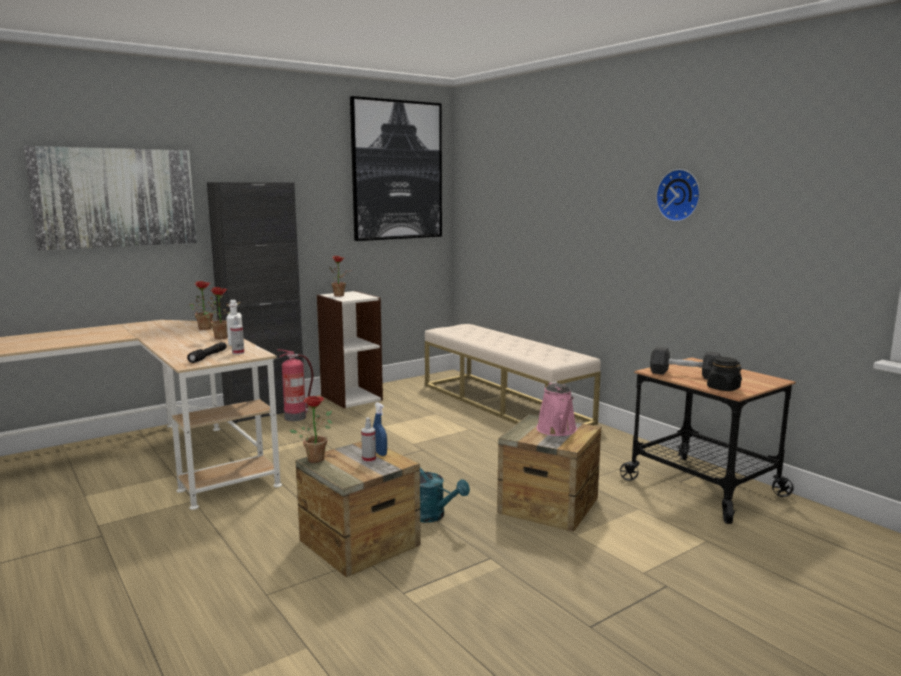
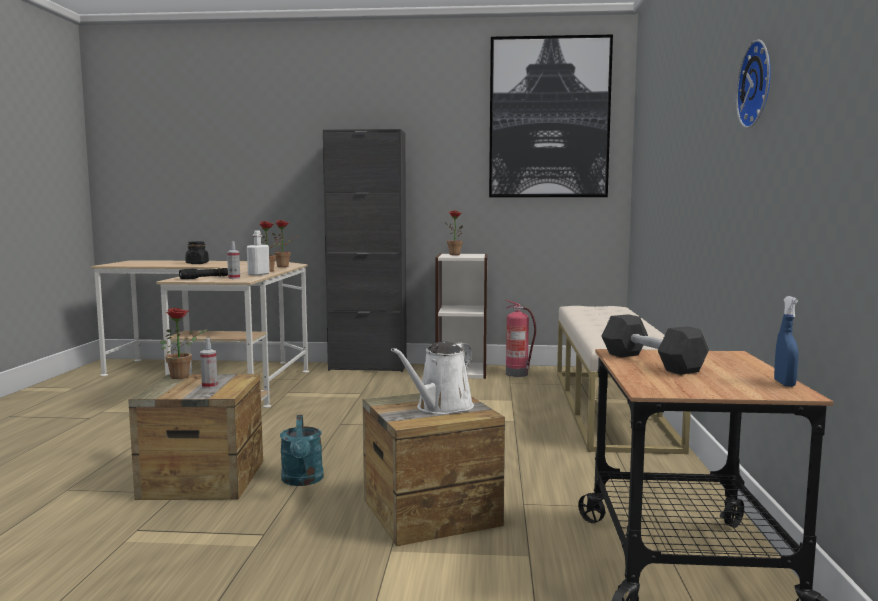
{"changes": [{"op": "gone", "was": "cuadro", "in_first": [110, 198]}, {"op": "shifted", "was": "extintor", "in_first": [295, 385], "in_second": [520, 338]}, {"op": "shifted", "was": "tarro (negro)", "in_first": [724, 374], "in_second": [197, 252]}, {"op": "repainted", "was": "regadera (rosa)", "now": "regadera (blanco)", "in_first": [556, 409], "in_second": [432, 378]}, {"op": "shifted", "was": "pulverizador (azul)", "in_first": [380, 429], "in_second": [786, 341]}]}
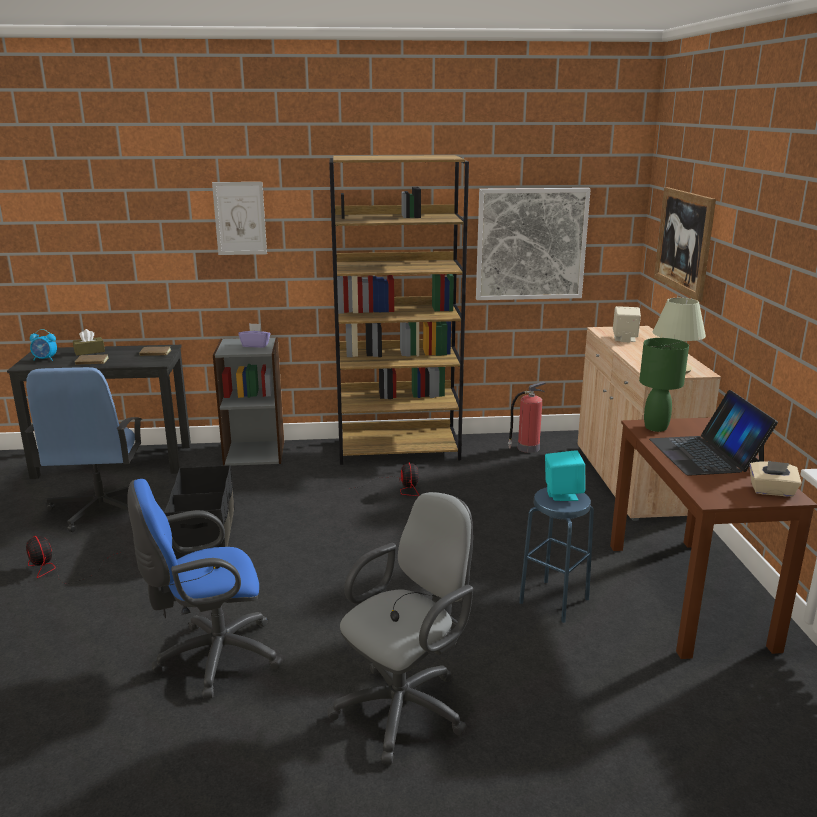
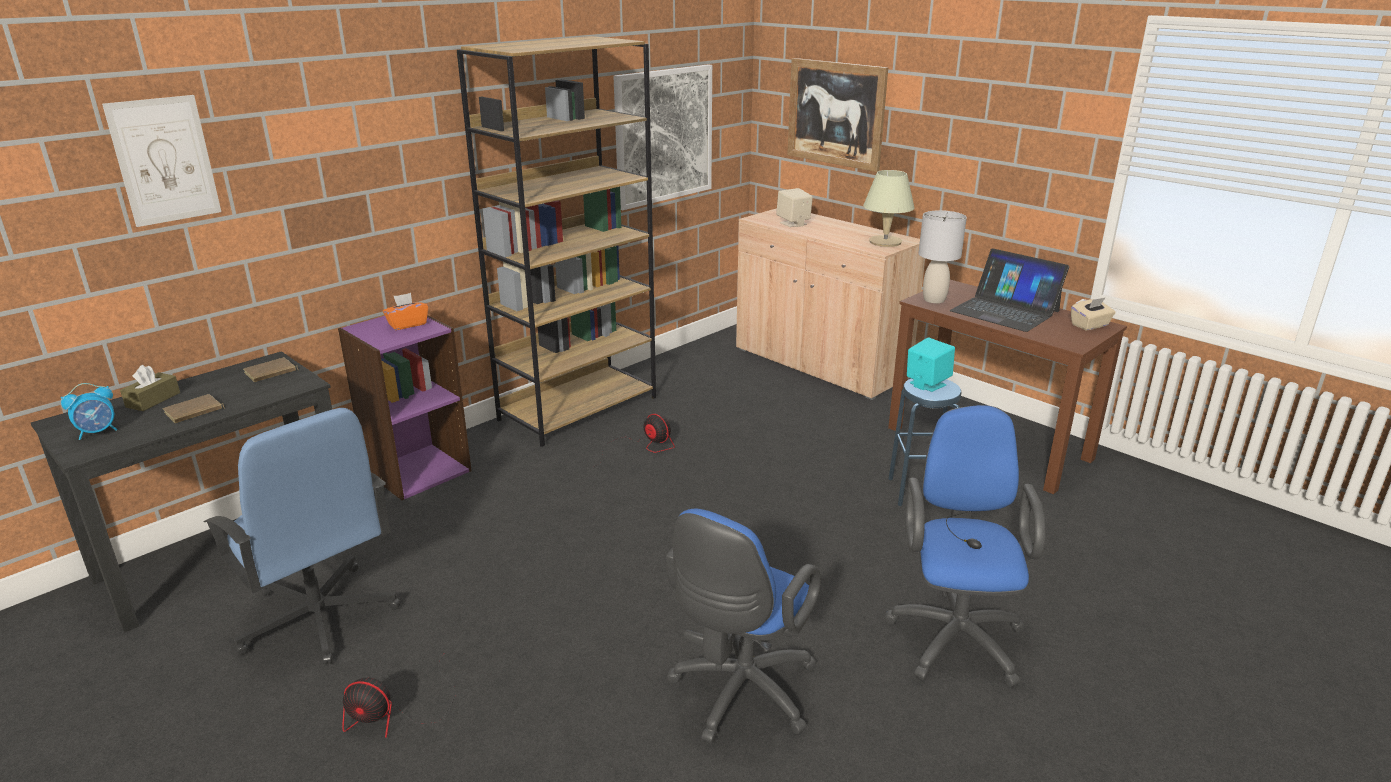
{"changes": [{"op": "shifted", "was": "cuadro", "in_first": [239, 218], "in_second": [161, 161]}, {"op": "repainted", "was": "caja de pañuelos (morado)", "now": "caja de pañuelos (naranja)", "in_first": [254, 335], "in_second": [405, 311]}, {"op": "repainted", "was": "estantería (gris)", "now": "estantería (morado)", "in_first": [248, 401], "in_second": [405, 407]}, {"op": "repainted", "was": "lámpara de mesa (verde)", "now": "lámpara de mesa (gris)", "in_first": [664, 385], "in_second": [943, 256]}, {"op": "gone", "was": "extintor", "in_first": [527, 417]}, {"op": "gone", "was": "caja de almacenaje (negro)", "in_first": [199, 512]}, {"op": "repainted", "was": "silla de oficina (gris)", "now": "silla de oficina (azul)", "in_first": [400, 628], "in_second": [965, 546]}]}
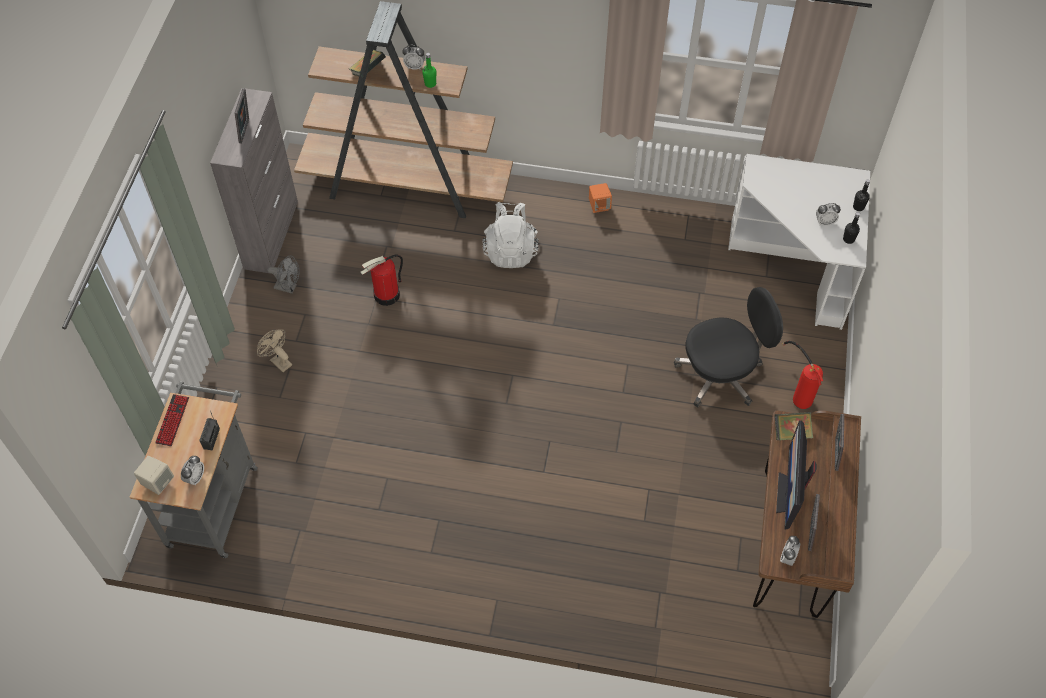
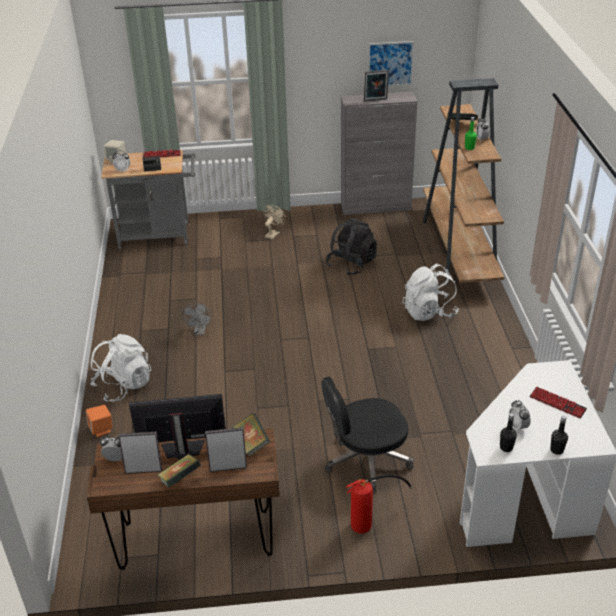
{"changes": [{"op": "shifted", "was": "altavoz (naranja)", "in_first": [600, 198], "in_second": [99, 421]}, {"op": "swapped", "was": "extintor", "now": "mochila (negro)", "in_first": [381, 280], "in_second": [351, 246]}, {"op": "shifted", "was": "ventilador (gris)", "in_first": [283, 275], "in_second": [197, 318]}, {"op": "rotated", "was": "silla de oficina (negro)", "in_first": [728, 347], "in_second": [367, 435], "clockwise": 105}, {"op": "new", "now": "cuadro", "in_second": [391, 63]}, {"op": "new", "now": "mochila (blanco)", "in_second": [121, 368]}, {"op": "new", "now": "teclado", "in_second": [558, 403]}, {"op": "new", "now": "libro", "in_second": [179, 471]}]}
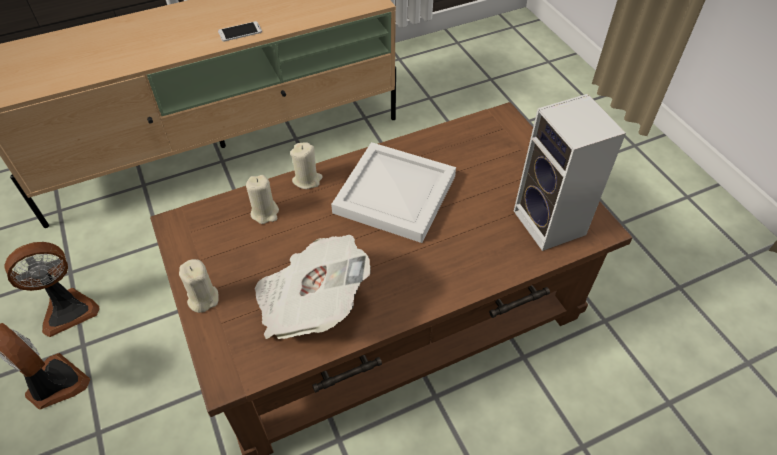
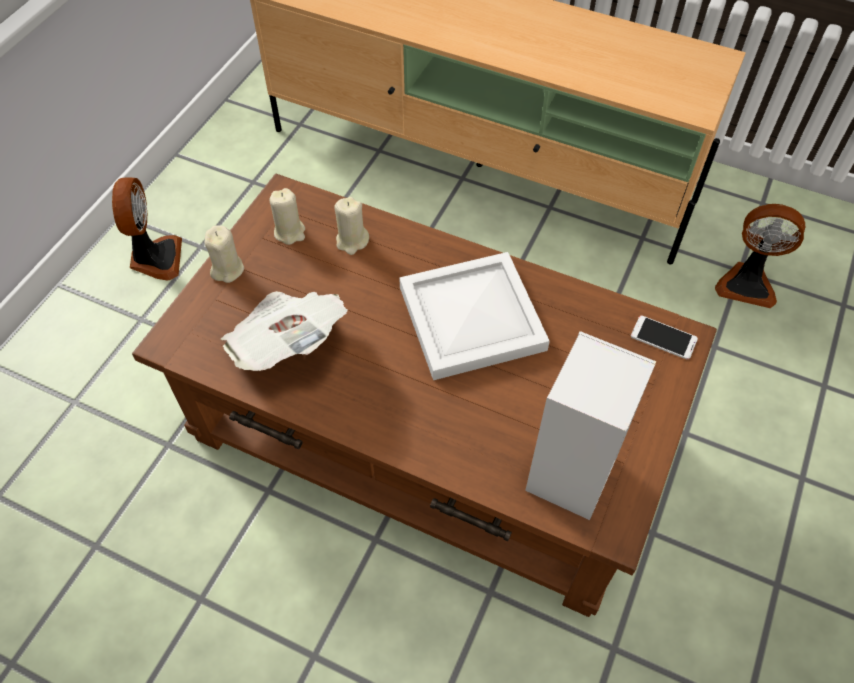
{"changes": [{"op": "shifted", "was": "móvil", "in_first": [240, 31], "in_second": [664, 338]}, {"op": "shifted", "was": "vela (beis)", "in_first": [306, 165], "in_second": [287, 216]}, {"op": "shifted", "was": "ventilador", "in_first": [52, 289], "in_second": [760, 256]}]}
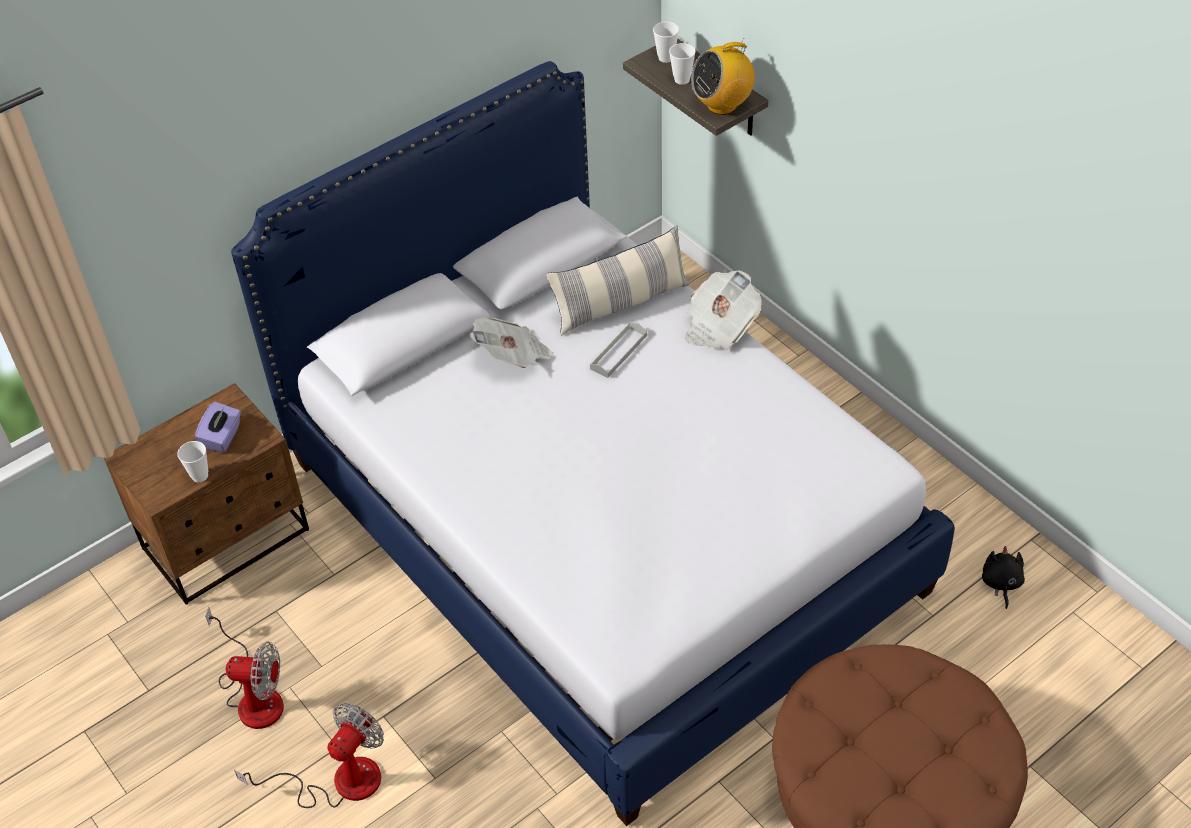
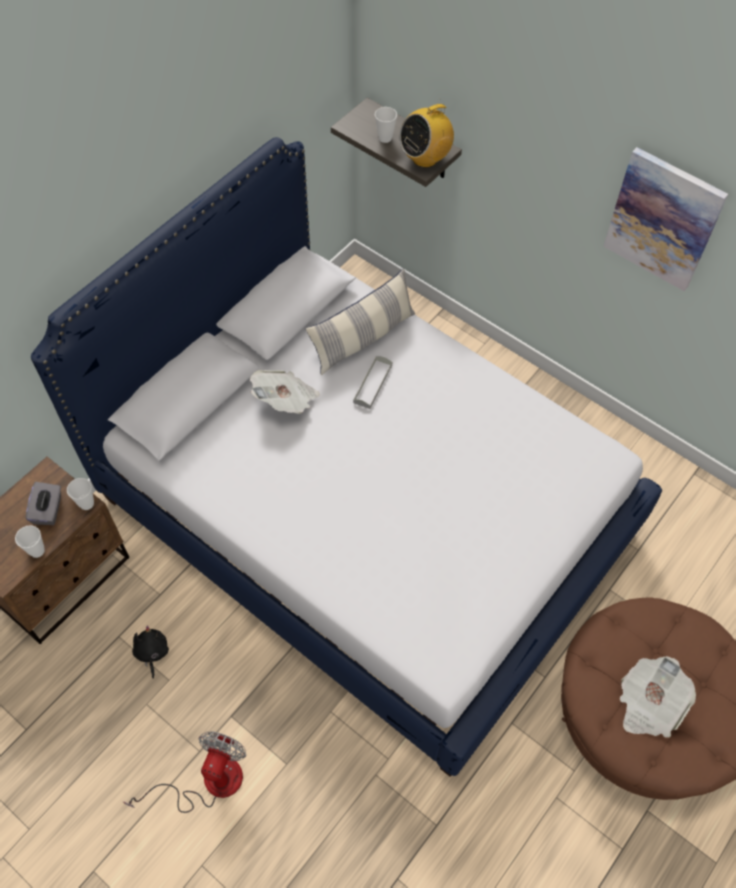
{"changes": [{"op": "shifted", "was": "taza", "in_first": [666, 42], "in_second": [80, 494]}, {"op": "shifted", "was": "periódico", "in_first": [723, 310], "in_second": [658, 697]}, {"op": "repainted", "was": "caja de pañuelos (morado)", "now": "caja de pañuelos (gris)", "in_first": [218, 427], "in_second": [43, 503]}, {"op": "shifted", "was": "peluche (negro)", "in_first": [1003, 577], "in_second": [150, 652]}, {"op": "gone", "was": "ventilador", "in_first": [244, 668]}, {"op": "new", "now": "cuadro", "in_second": [665, 219]}]}
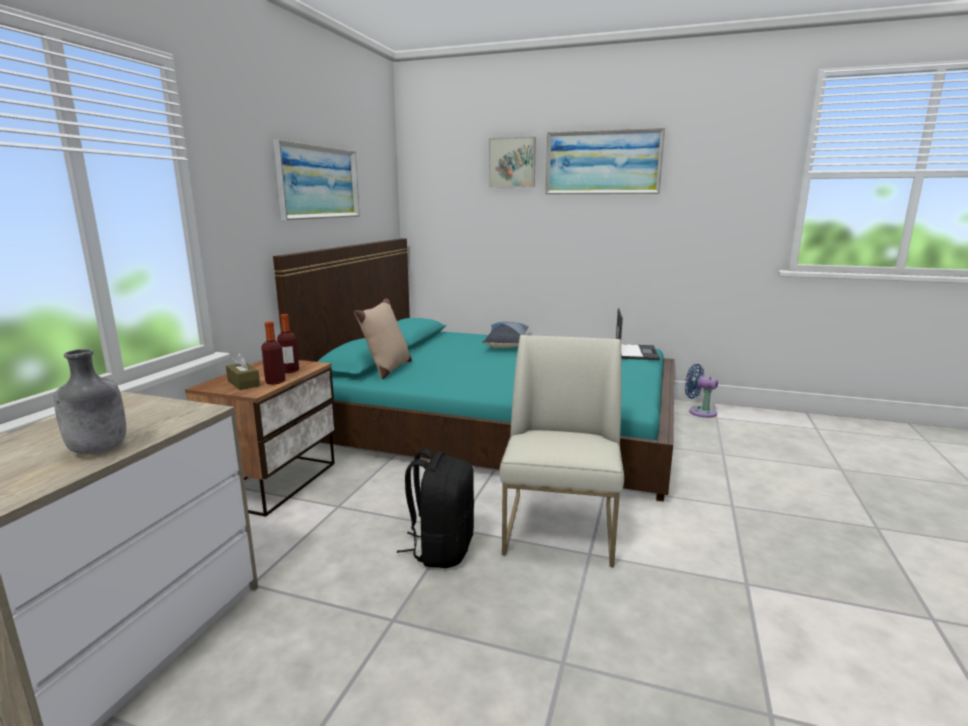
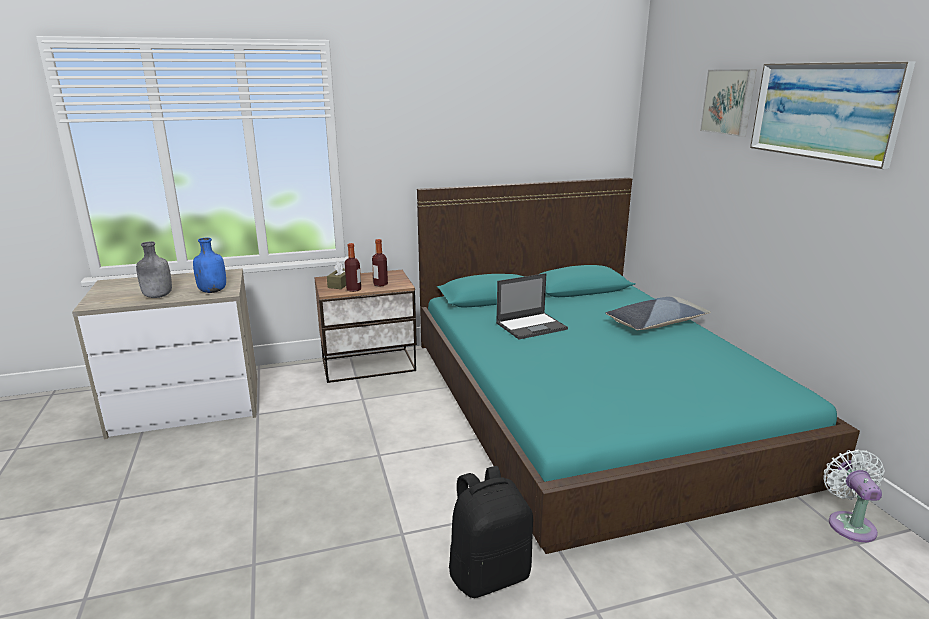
{"changes": [{"op": "gone", "was": "cuadro", "in_first": [316, 180]}, {"op": "gone", "was": "cojín (beis)", "in_first": [383, 338]}, {"op": "shifted", "was": "portátil", "in_first": [638, 334], "in_second": [532, 306]}, {"op": "gone", "was": "silla (blanco)", "in_first": [562, 451]}, {"op": "repainted", "was": "ventilador (azul)", "now": "ventilador (blanco)", "in_first": [701, 391], "in_second": [854, 495]}, {"op": "shifted", "was": "mochila (negro)", "in_first": [435, 508], "in_second": [491, 532]}, {"op": "new", "now": "botella (azul)", "in_second": [209, 265]}]}
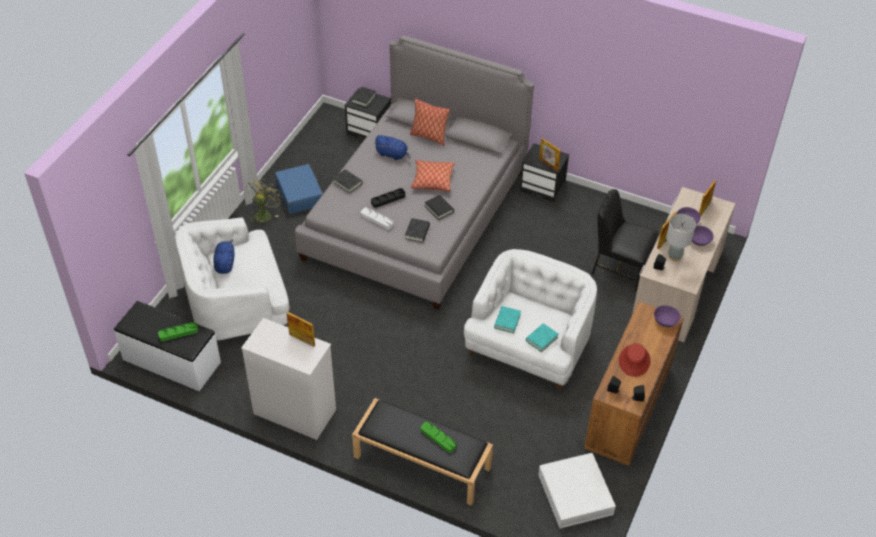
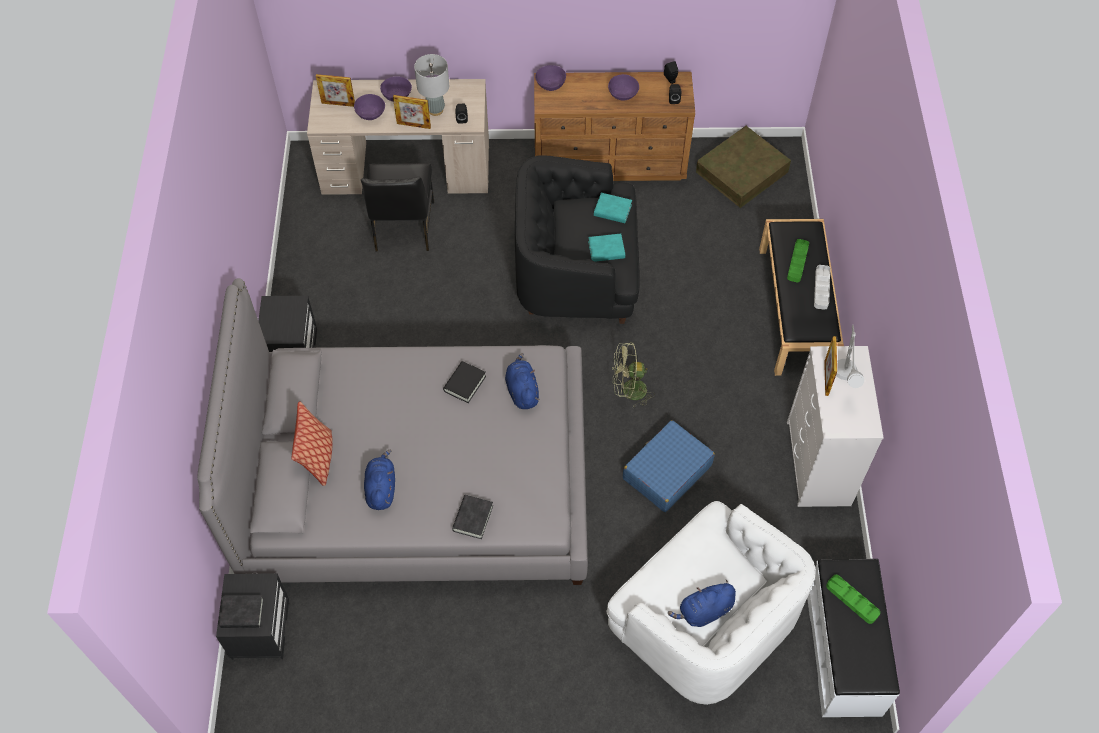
{"changes": [{"op": "gone", "was": "portarretratos", "in_first": [550, 154]}, {"op": "gone", "was": "cojín", "in_first": [433, 175]}, {"op": "shifted", "was": "maleta (azul)", "in_first": [299, 189], "in_second": [669, 466]}, {"op": "shifted", "was": "ventilador (verde)", "in_first": [264, 201], "in_second": [633, 375]}, {"op": "gone", "was": "bandeja (negro)", "in_first": [388, 198]}, {"op": "shifted", "was": "bandeja (blanco)", "in_first": [377, 218], "in_second": [822, 287]}, {"op": "swapped", "was": "libro (negro)", "now": "peluche (azul)", "in_first": [417, 230], "in_second": [522, 381]}, {"op": "repainted", "was": "sillón (blanco)", "now": "sillón (negro)", "in_first": [530, 319], "in_second": [577, 240]}, {"op": "swapped", "was": "sombrero (rojo)", "now": "cuenco (morado)", "in_first": [634, 360], "in_second": [623, 87]}, {"op": "repainted", "was": "caja de almacenaje (blanco)", "now": "caja de almacenaje (marrón)", "in_first": [577, 491], "in_second": [743, 167]}, {"op": "new", "now": "lámpara de mesa (gris)", "in_second": [850, 356]}]}
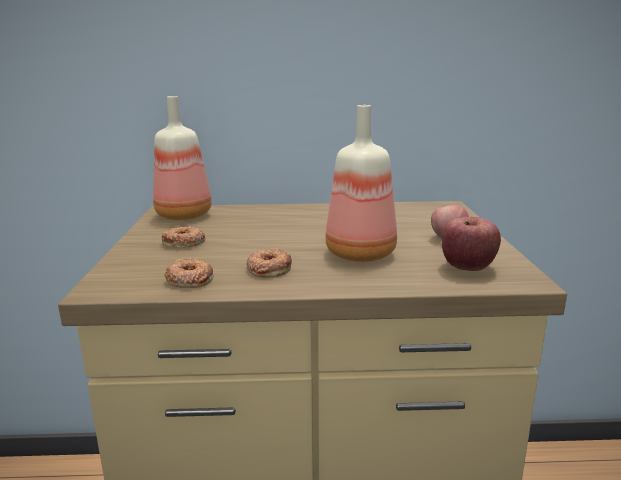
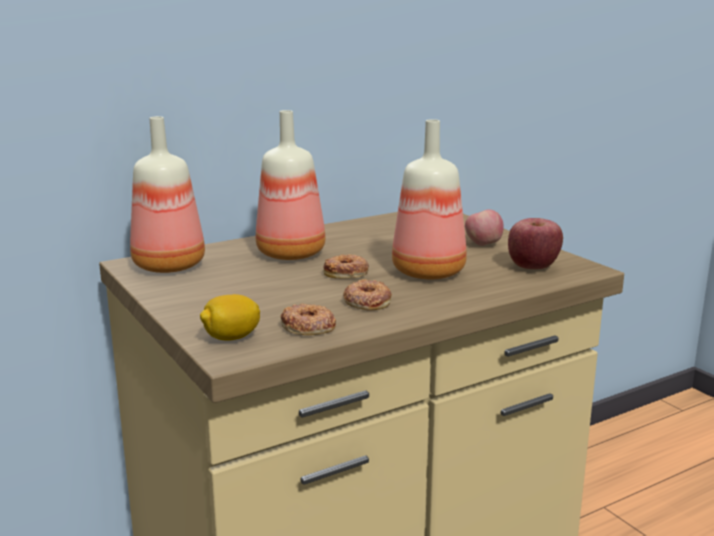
{"changes": [{"op": "shifted", "was": "rosquilla", "in_first": [183, 237], "in_second": [346, 266]}, {"op": "new", "now": "botella", "in_second": [290, 185]}, {"op": "new", "now": "limón", "in_second": [230, 317]}]}
